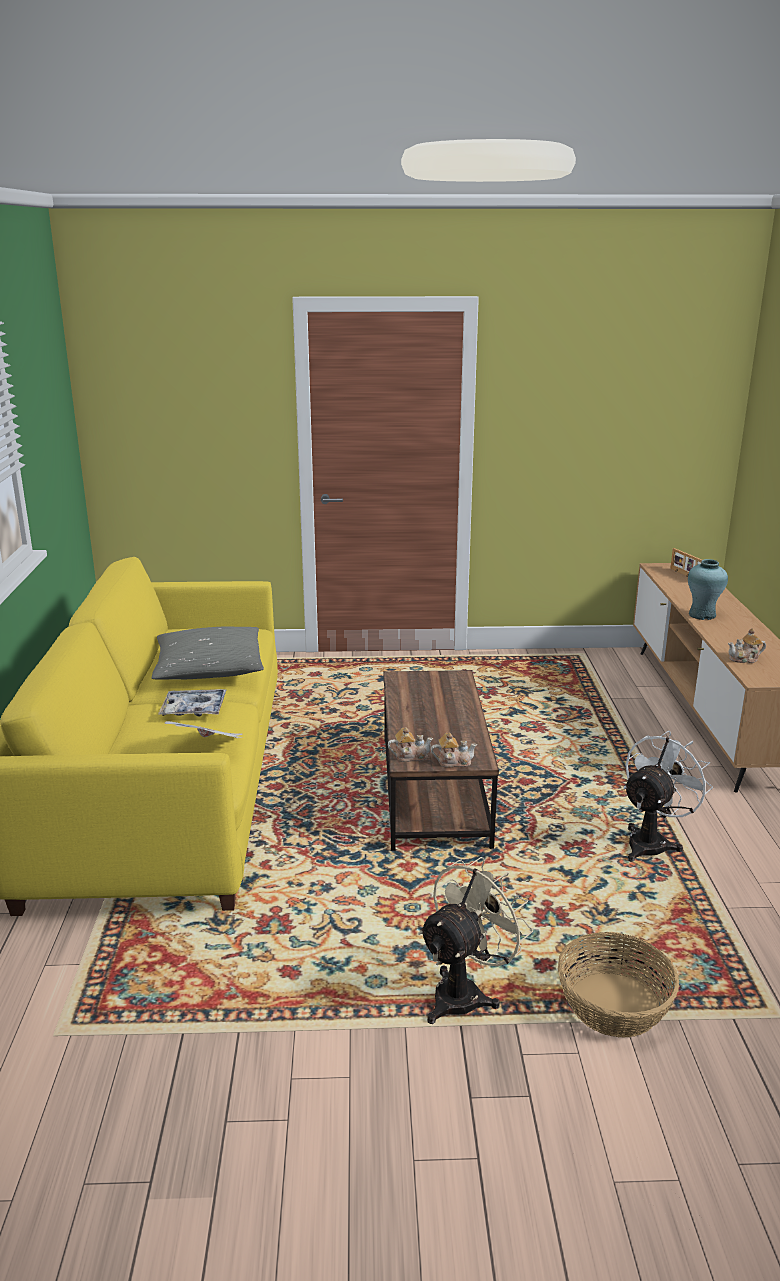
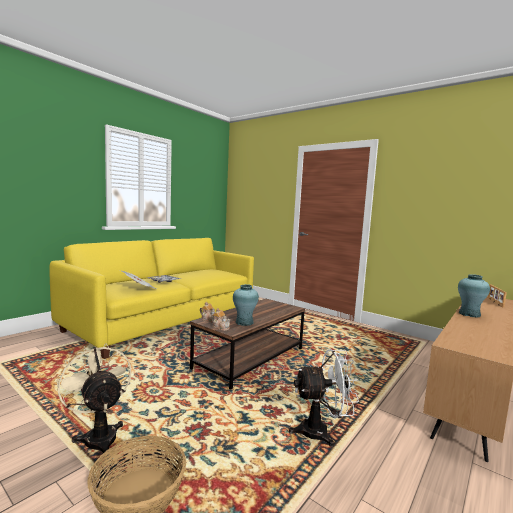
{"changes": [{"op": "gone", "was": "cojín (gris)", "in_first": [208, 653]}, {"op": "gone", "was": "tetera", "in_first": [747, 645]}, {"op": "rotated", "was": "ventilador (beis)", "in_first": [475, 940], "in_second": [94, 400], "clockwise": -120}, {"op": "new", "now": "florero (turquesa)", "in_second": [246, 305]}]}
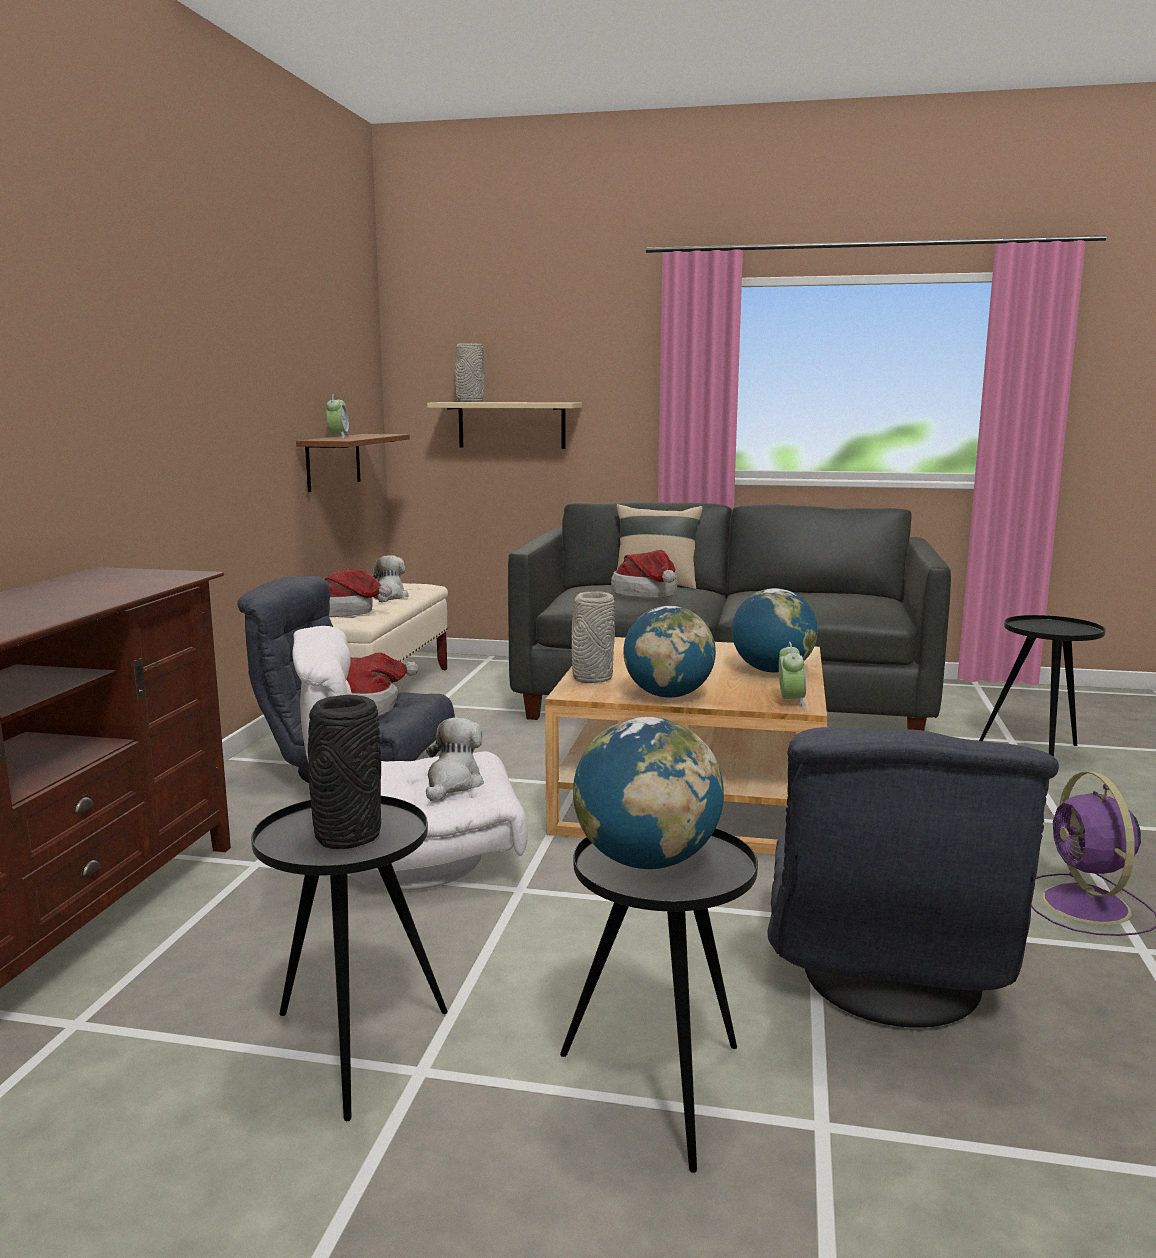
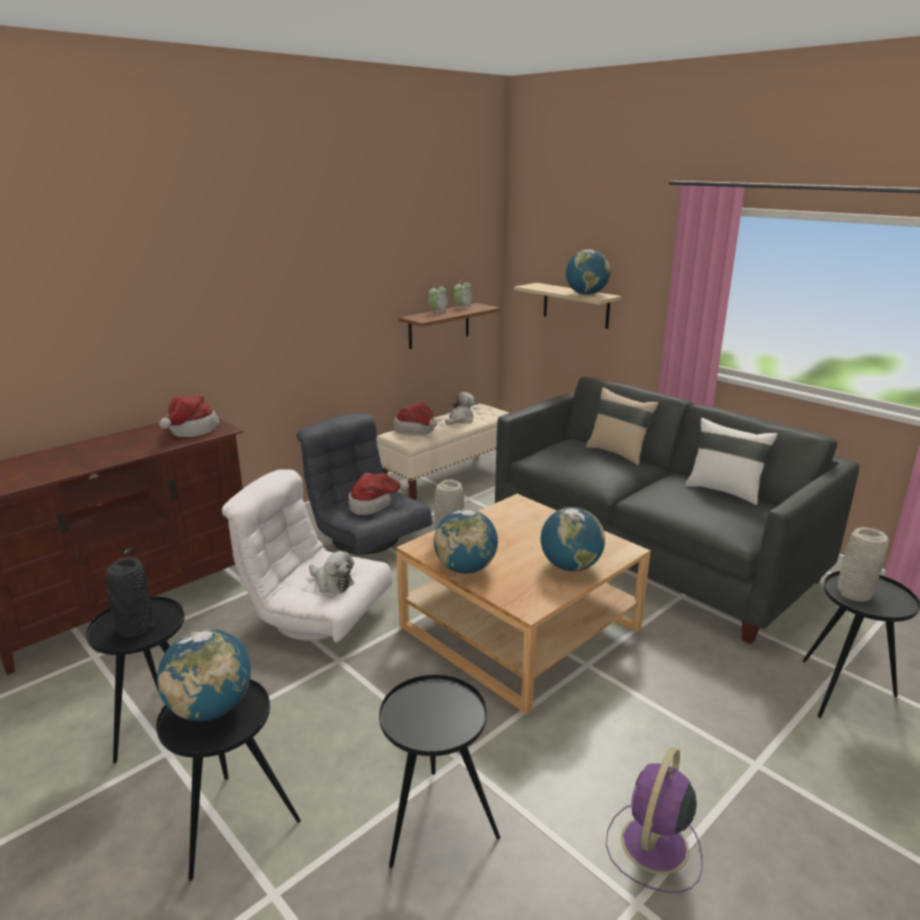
{"changes": [{"op": "shifted", "was": "florero (gris)", "in_first": [469, 372], "in_second": [863, 564]}, {"op": "shifted", "was": "sombrero", "in_first": [644, 574], "in_second": [189, 416]}, {"op": "shifted", "was": "despertador", "in_first": [792, 675], "in_second": [463, 295]}, {"op": "rotated", "was": "peluche", "in_first": [455, 759], "in_second": [331, 572], "clockwise": 75}, {"op": "swapped", "was": "sillón (gris)", "now": "mesa auxiliar (negro)", "in_first": [913, 877], "in_second": [439, 771]}, {"op": "new", "now": "globo terráqueo", "in_second": [588, 272]}, {"op": "new", "now": "cojín (blanco)", "in_second": [731, 461]}]}
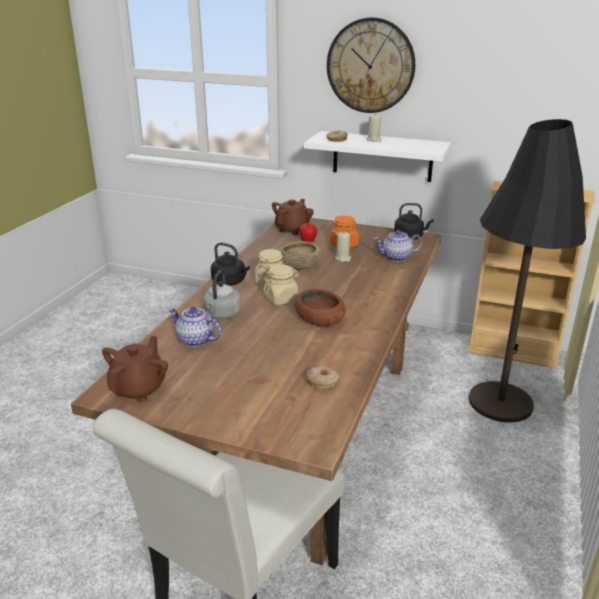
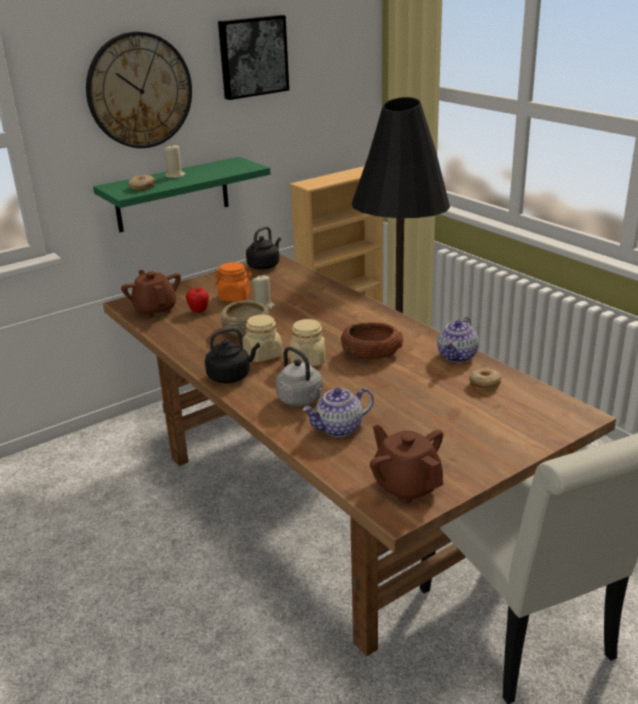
{"changes": [{"op": "repainted", "was": "estante (blanco)", "now": "estante (verde)", "in_first": [377, 156], "in_second": [182, 194]}, {"op": "shifted", "was": "tetera", "in_first": [397, 246], "in_second": [458, 340]}, {"op": "new", "now": "cuadro", "in_second": [253, 57]}]}
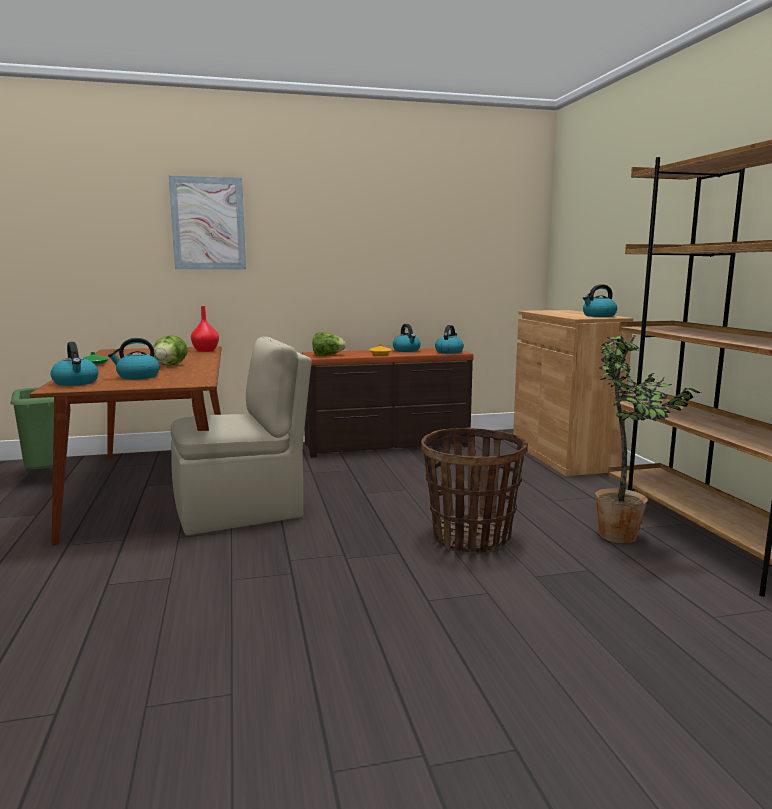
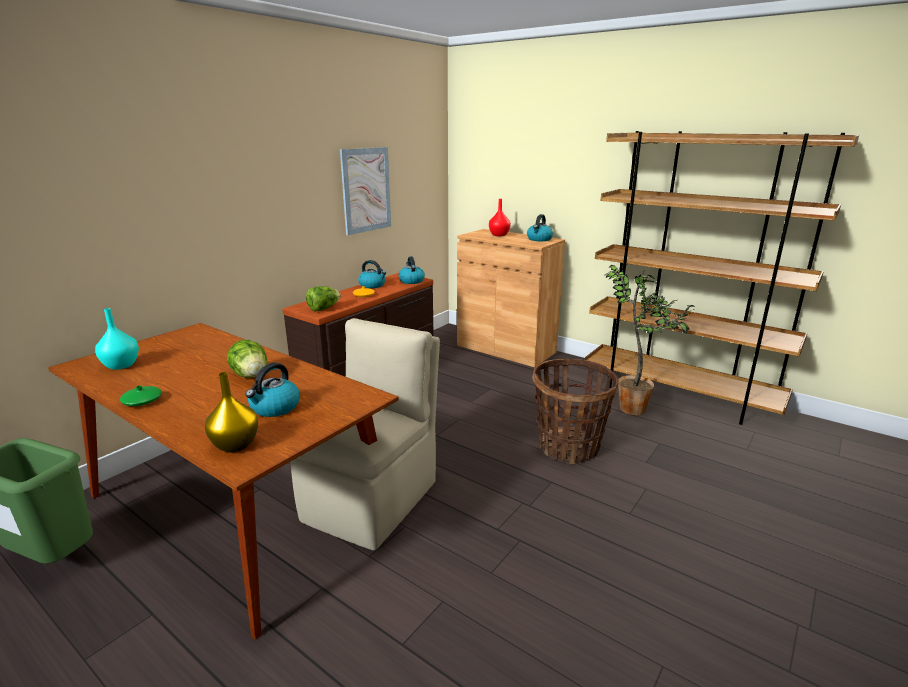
{"changes": [{"op": "shifted", "was": "cuadro", "in_first": [207, 222], "in_second": [365, 191]}, {"op": "shifted", "was": "florero (rojo)", "in_first": [205, 329], "in_second": [500, 217]}, {"op": "swapped", "was": "hervidor", "now": "florero (amarillo)", "in_first": [74, 364], "in_second": [231, 412]}, {"op": "new", "now": "florero (turquesa)", "in_second": [117, 339]}]}
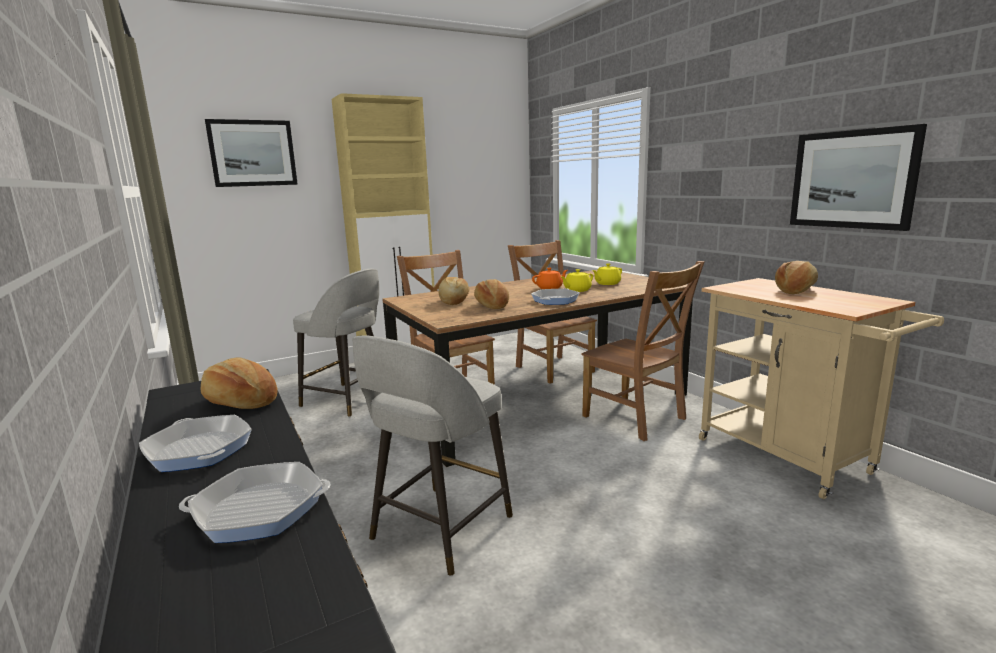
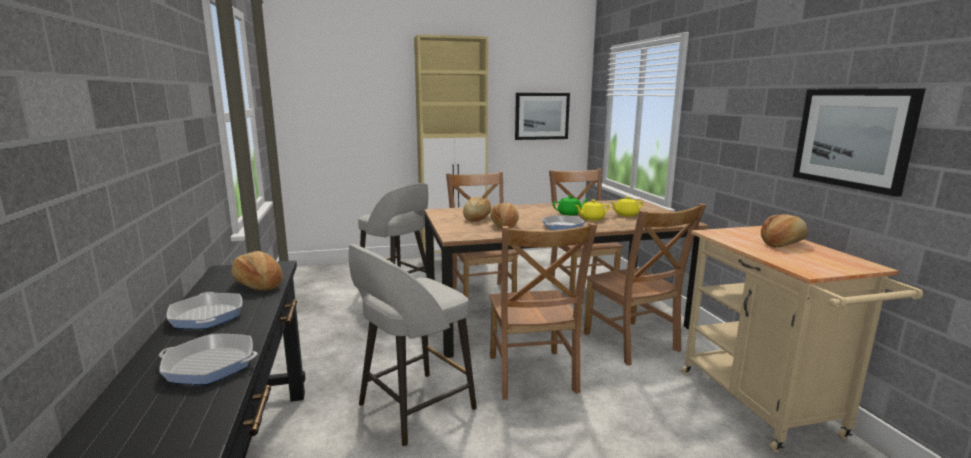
{"changes": [{"op": "shifted", "was": "cuadro", "in_first": [251, 153], "in_second": [542, 116]}, {"op": "repainted", "was": "tetera (naranja)", "now": "tetera (verde)", "in_first": [550, 278], "in_second": [571, 205]}, {"op": "new", "now": "silla (marrón)", "in_second": [543, 311]}]}
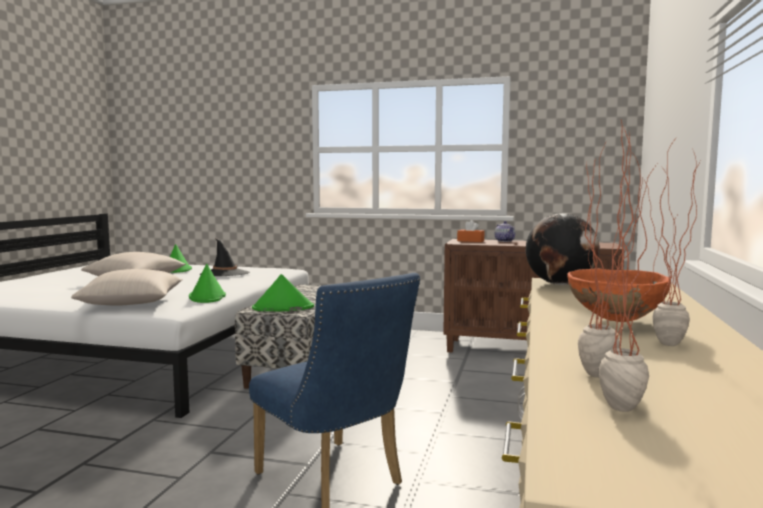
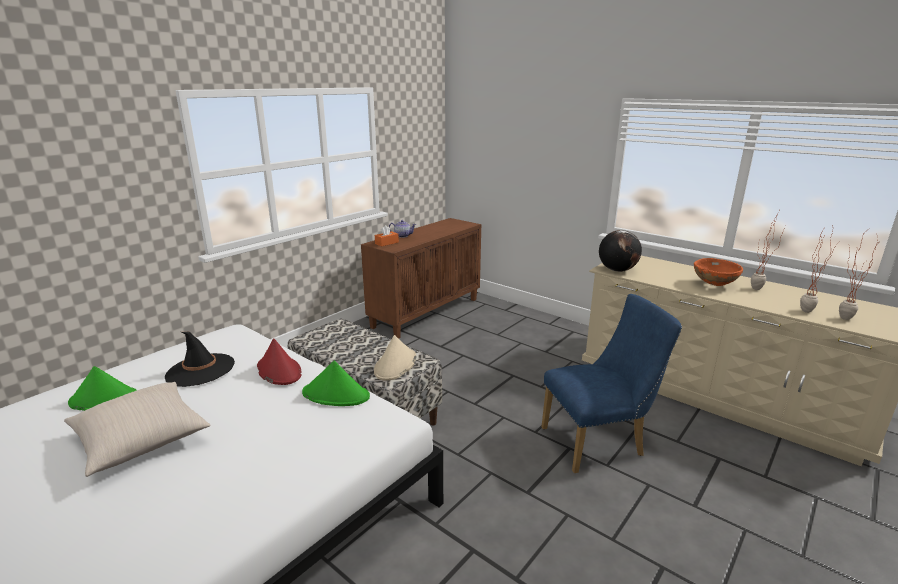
{"changes": [{"op": "gone", "was": "cojín (beis)", "in_first": [127, 287]}, {"op": "repainted", "was": "sombrero (verde)", "now": "sombrero (beis)", "in_first": [283, 292], "in_second": [395, 358]}, {"op": "new", "now": "sombrero (rojo)", "in_second": [279, 361]}]}
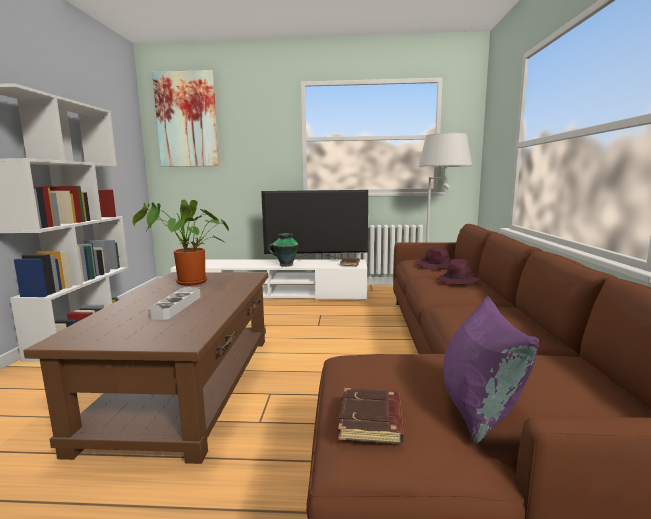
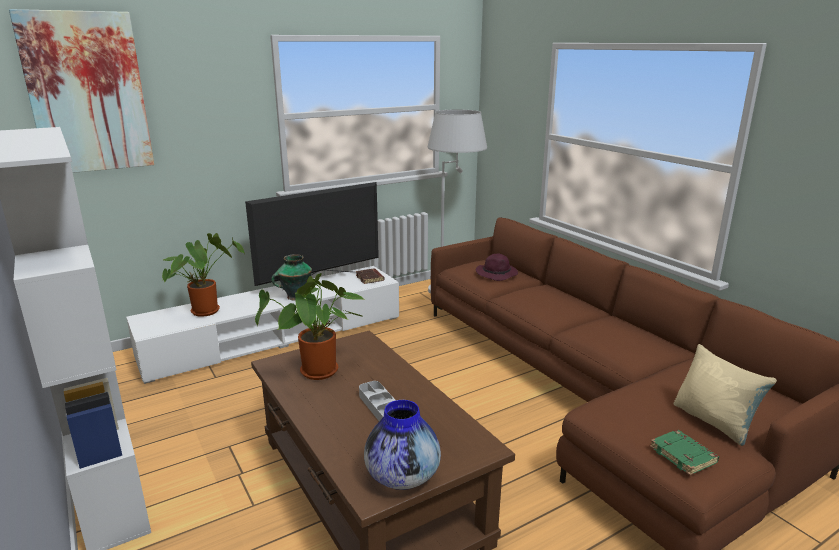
{"changes": [{"op": "gone", "was": "sombrero (morado)", "in_first": [459, 271]}, {"op": "repainted", "was": "cojín (morado)", "now": "cojín (beis)", "in_first": [491, 370], "in_second": [725, 395]}, {"op": "repainted", "was": "libro (marrón)", "now": "libro (verde)", "in_first": [371, 416], "in_second": [684, 452]}, {"op": "new", "now": "planta en maceta", "in_second": [203, 275]}, {"op": "new", "now": "florero", "in_second": [402, 445]}]}
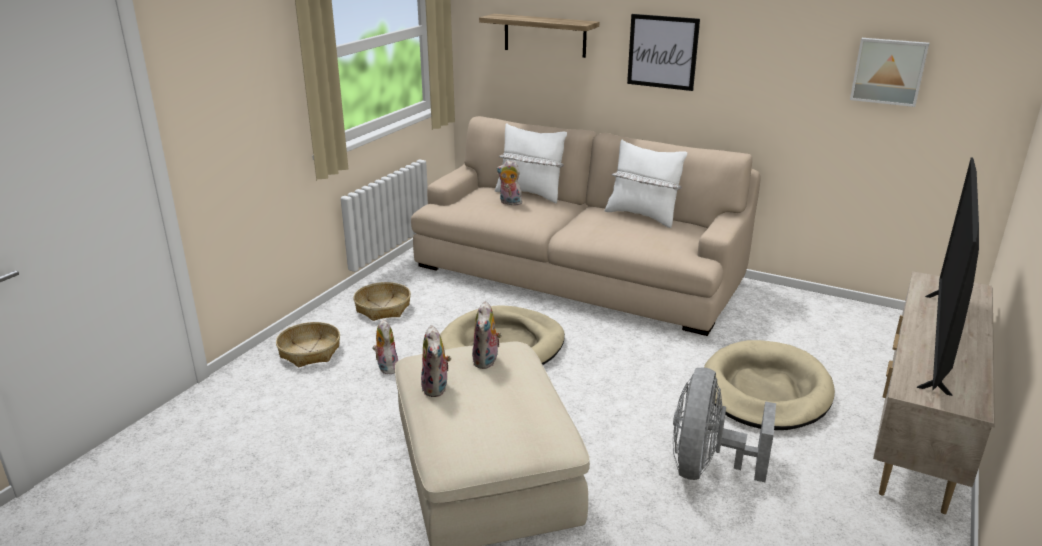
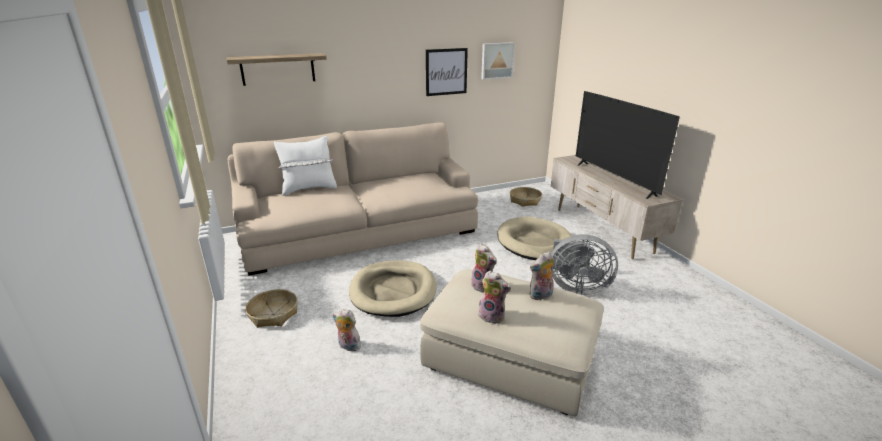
{"changes": [{"op": "shifted", "was": "cuadro", "in_first": [663, 52], "in_second": [447, 72]}, {"op": "gone", "was": "cojín (blanco)", "in_first": [646, 184]}, {"op": "shifted", "was": "peluche", "in_first": [509, 183], "in_second": [541, 276]}, {"op": "shifted", "was": "cesta", "in_first": [308, 344], "in_second": [526, 197]}, {"op": "rotated", "was": "ventilador (gris)", "in_first": [724, 425], "in_second": [584, 264], "clockwise": -45}]}
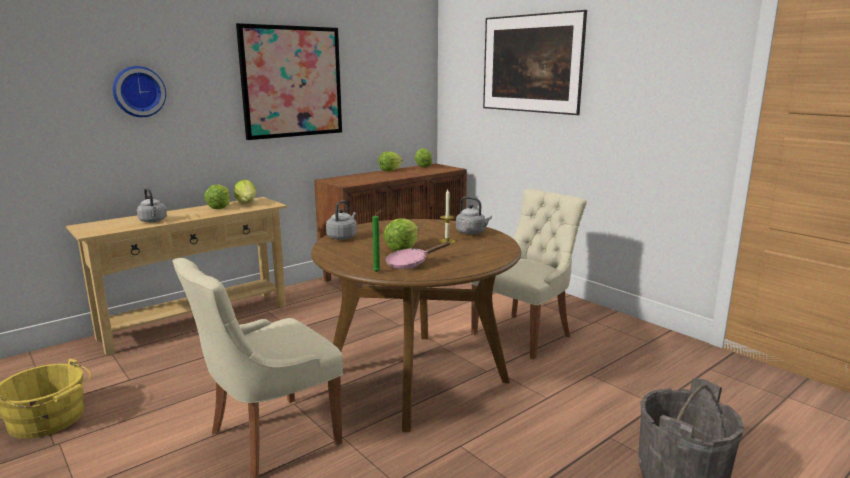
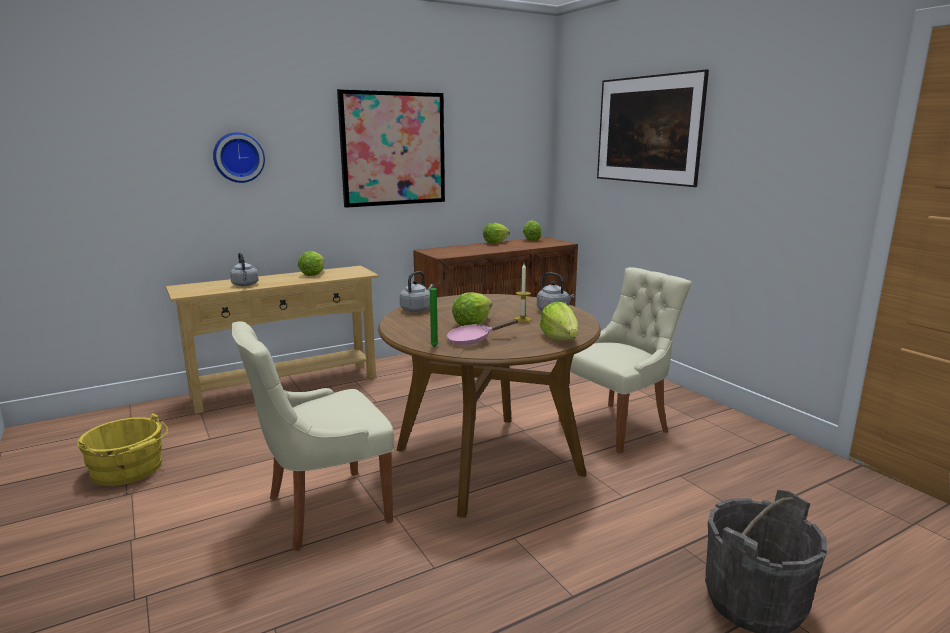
{"changes": [{"op": "shifted", "was": "lechuga", "in_first": [245, 191], "in_second": [559, 321]}]}
